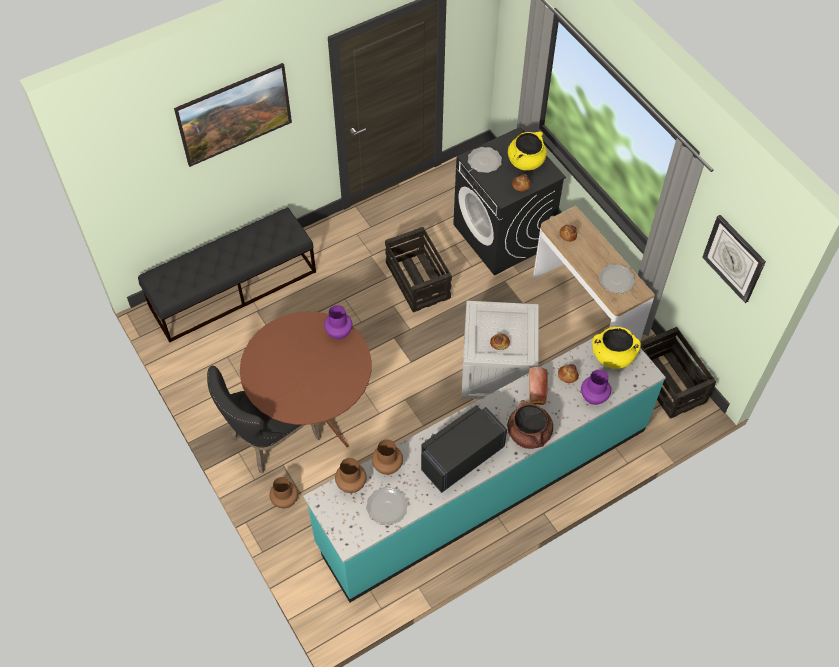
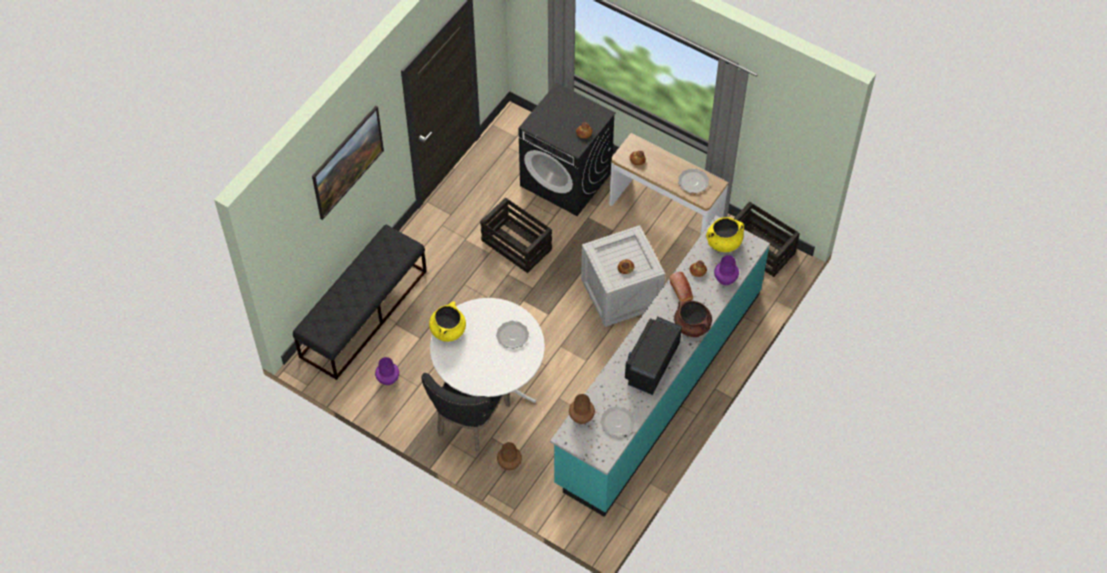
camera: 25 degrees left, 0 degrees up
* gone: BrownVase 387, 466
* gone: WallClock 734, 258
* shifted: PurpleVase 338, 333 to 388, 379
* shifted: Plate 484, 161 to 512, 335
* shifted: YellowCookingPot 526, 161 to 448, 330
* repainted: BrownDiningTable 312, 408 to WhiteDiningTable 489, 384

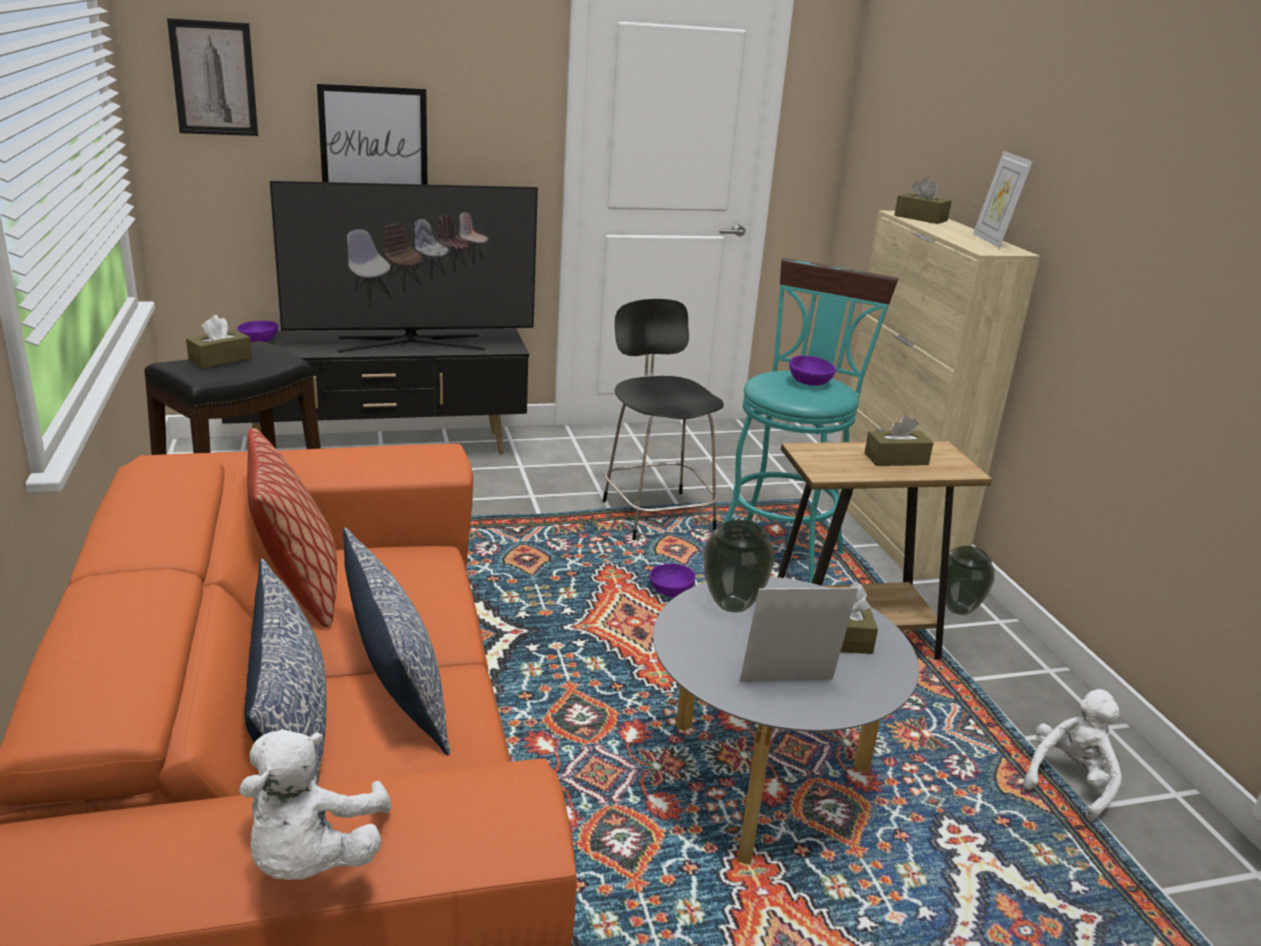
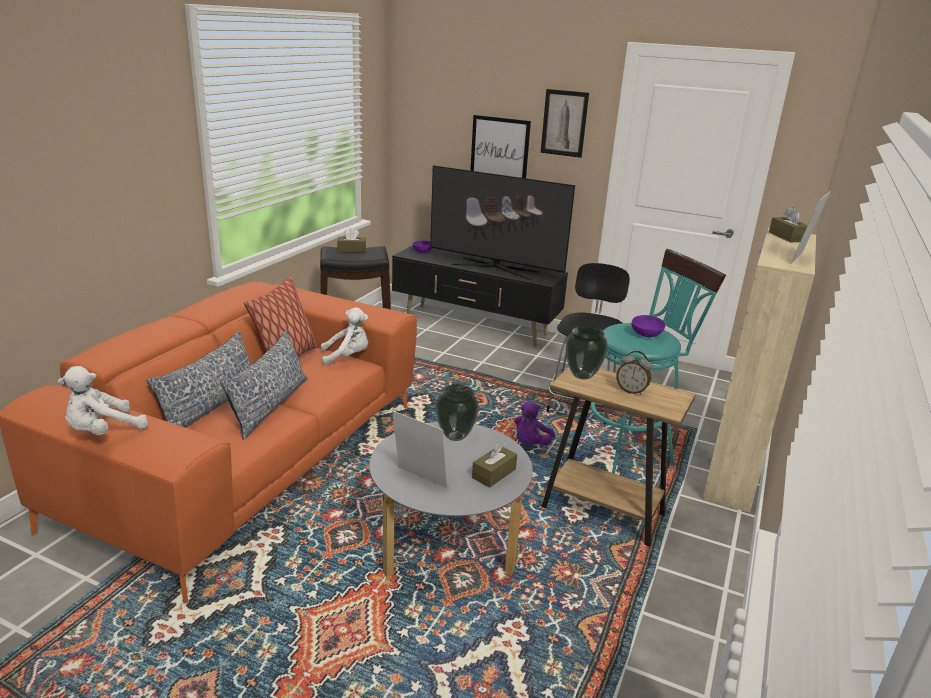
camera: 40 degrees right, 0 degrees up
* shifted: Picture 214, 78 to 564, 123
* shifted: Vase 957, 609 to 582, 375
* shifted: WhitePlushToy 1069, 781 to 347, 357
* swapped: PurpleBowl 670, 591 to PurplePlushToy 530, 444
* swapped: BrownTissueBox 896, 459 to AlarmClock 631, 391

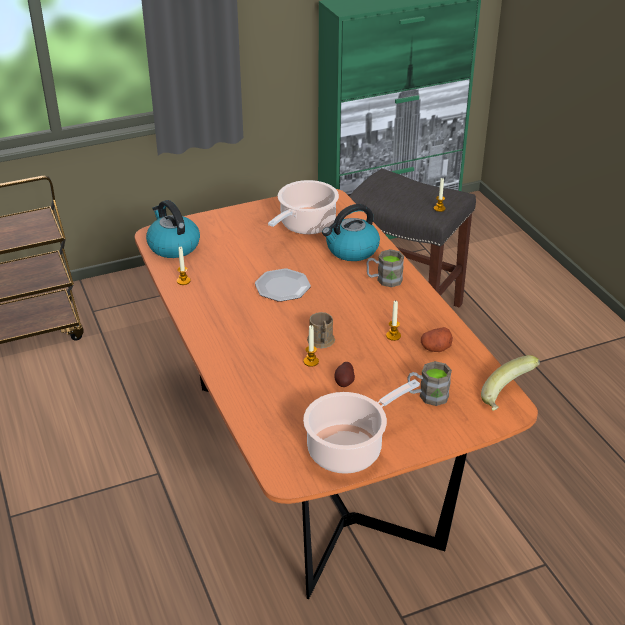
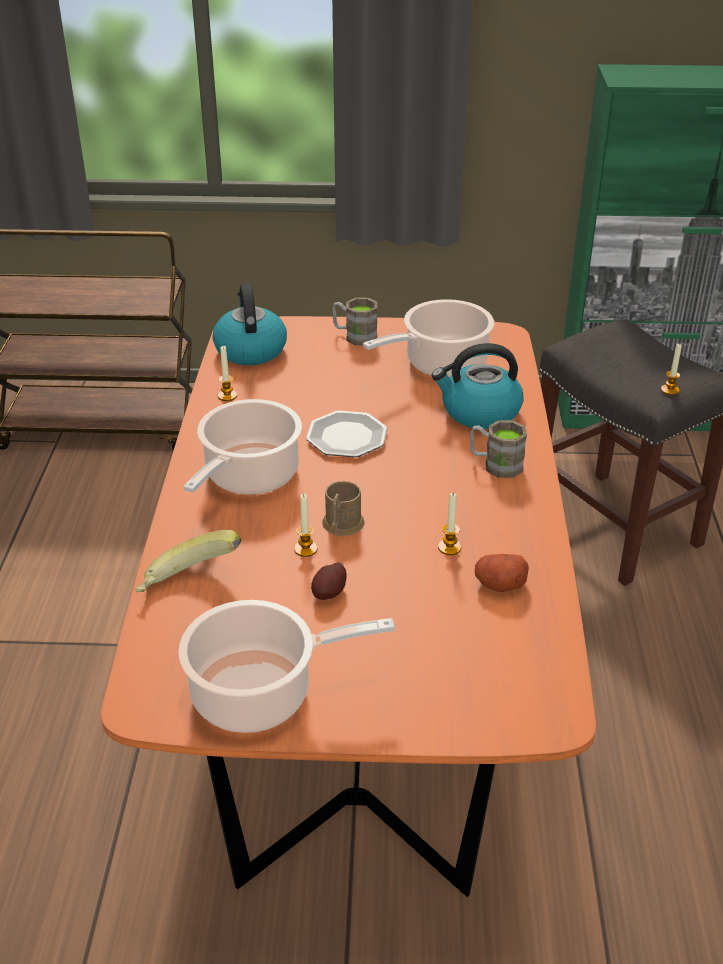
camera: 25 degrees right, 0 degrees up
* new: CookingPot 249, 476
* shifted: BrownMug 427, 396 to 354, 336
* shifted: Banana 508, 398 to 189, 584

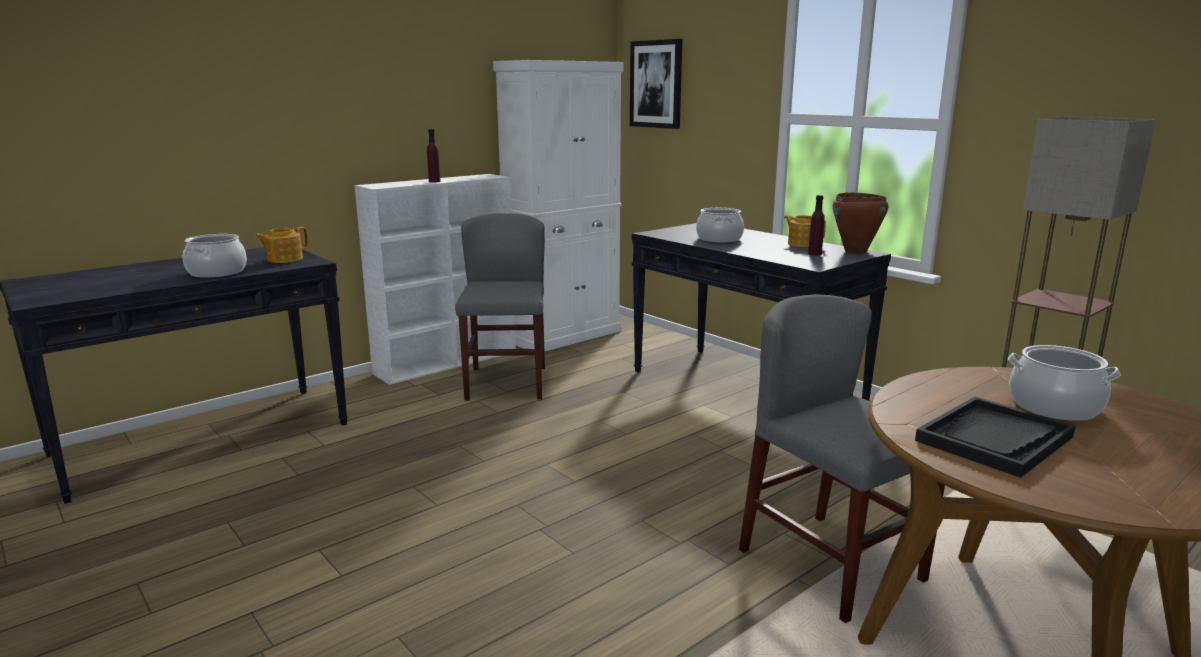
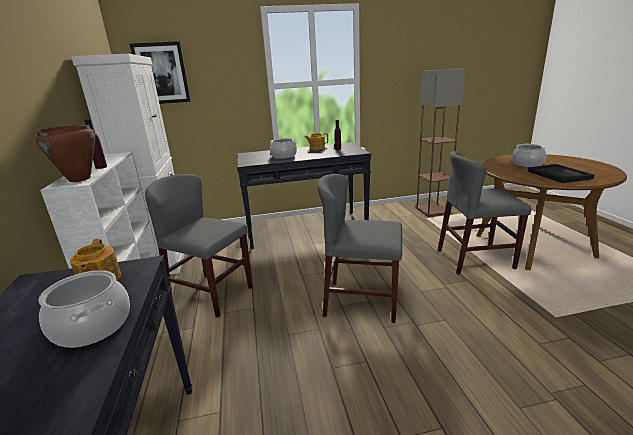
camera: 60 degrees left, 5 degrees up
* new: GreyChair 361, 301
* shifted: BrownCookingPot 855, 251 to 79, 179

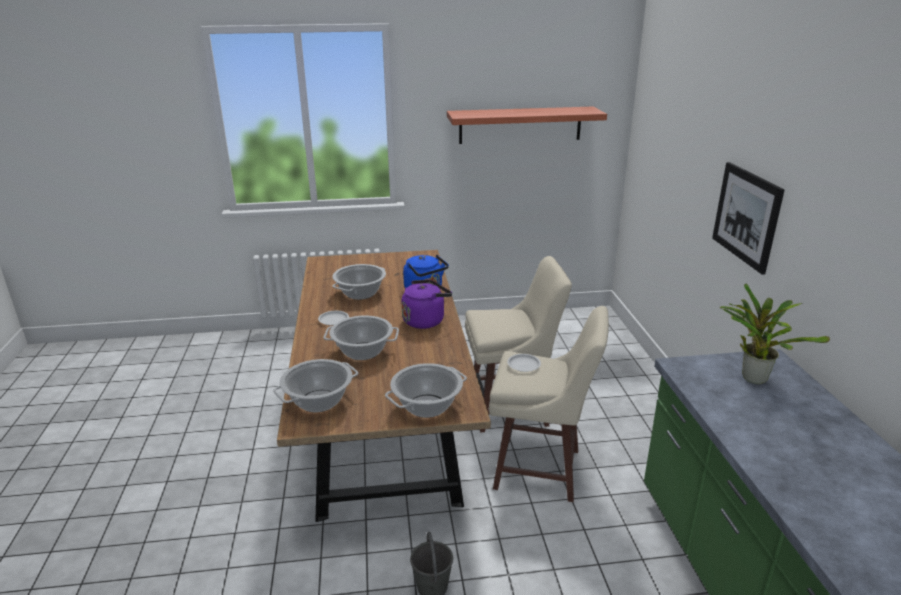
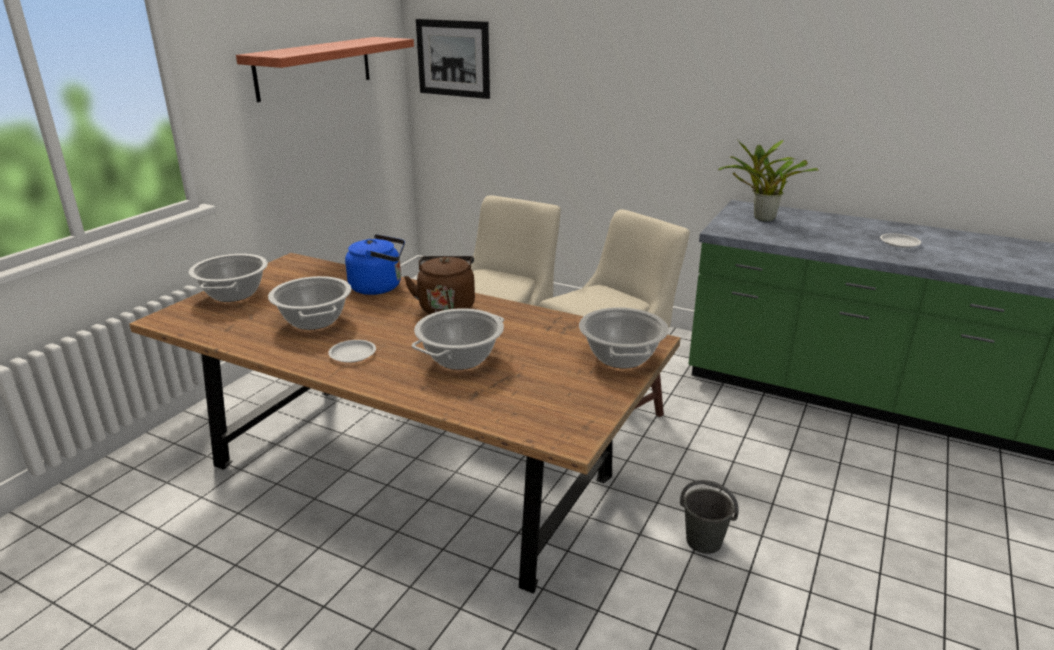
camera: 55 degrees left, 0 degrees up
* shifted: CookingPot 318, 401 to 234, 294
* shifted: WhitePlate 523, 365 to 899, 243
* shifted: Picture 746, 216 to 453, 58
* repainted: PurpleKettle 425, 320 to BrownKettle 446, 307

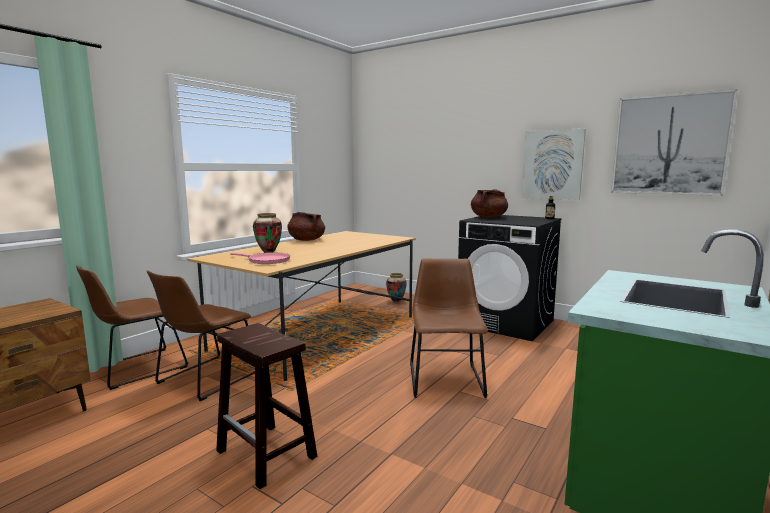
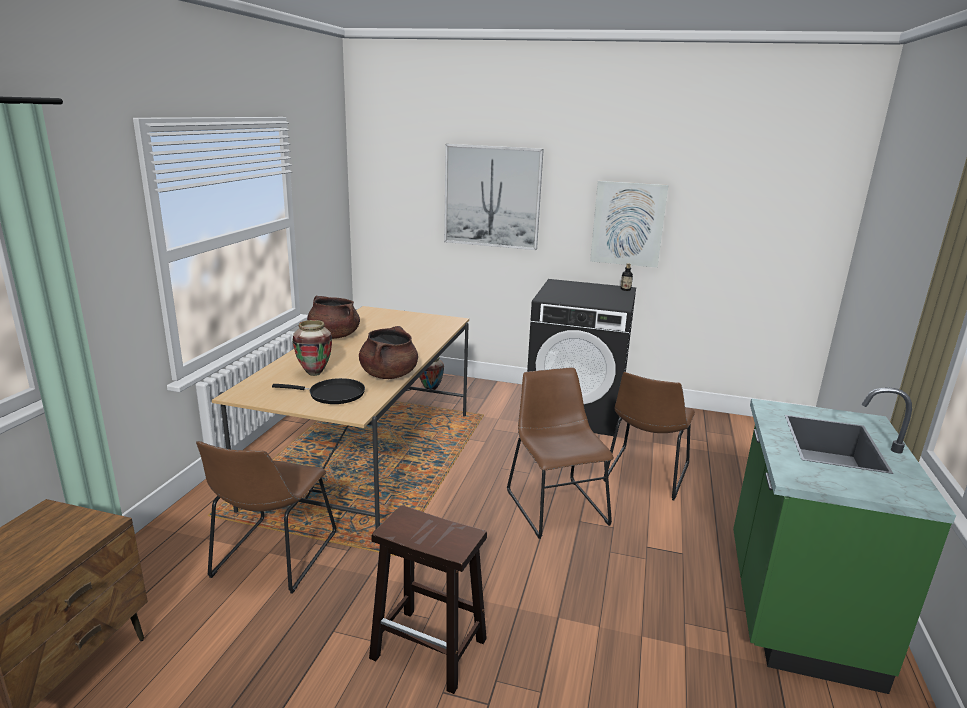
camera: 20 degrees left, 10 degrees up
* shifted: BrownChair 135, 369 to 645, 474
* shifted: BrownCookingPot 488, 217 to 389, 375
* shifted: Picture 669, 145 to 492, 197
* repainted: PinkFryingPan 266, 261 to BlackFryingPan 332, 394

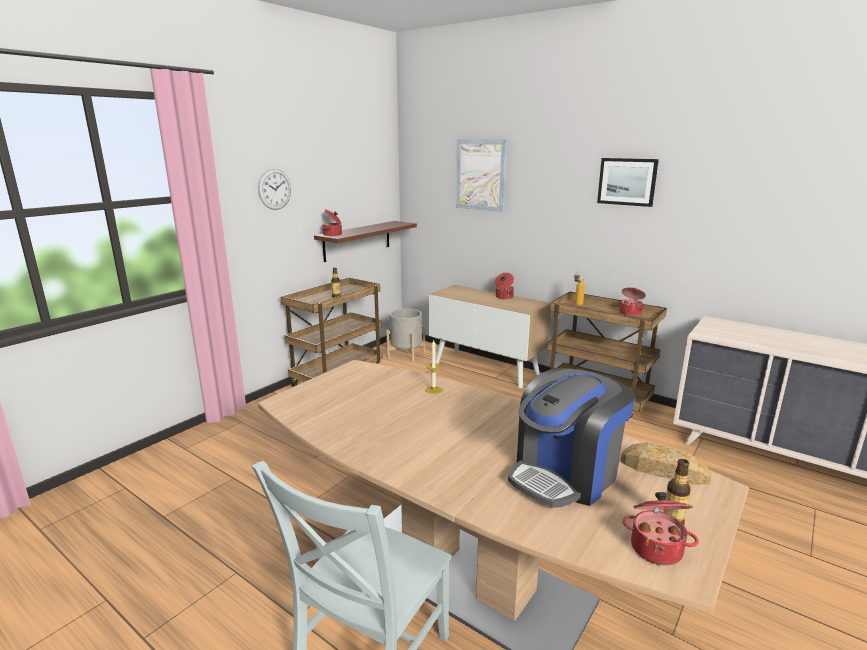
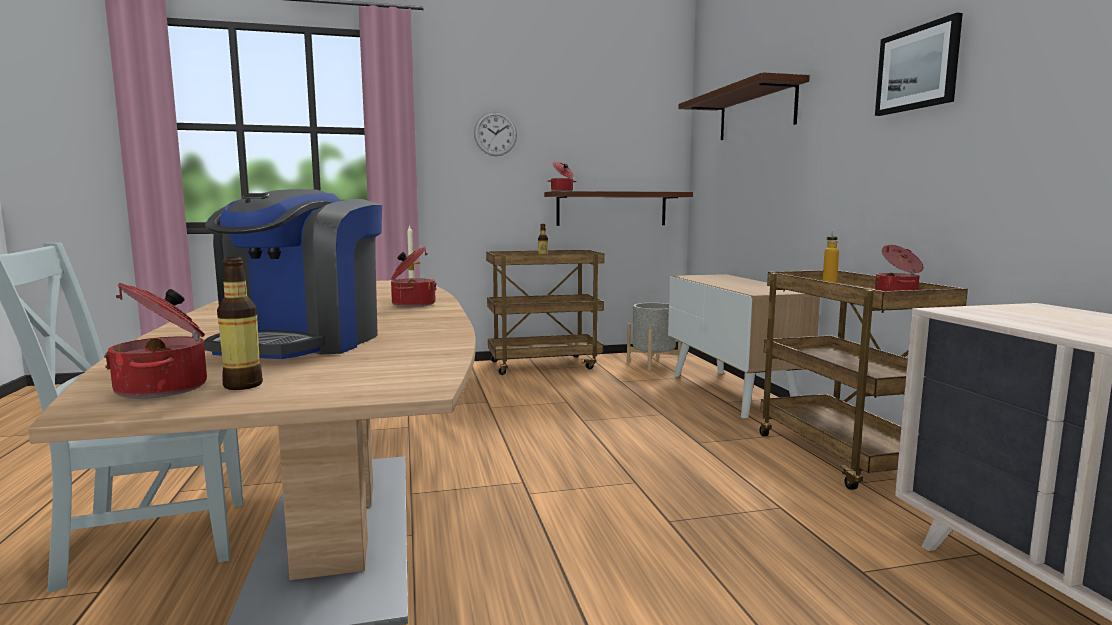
camera: 40 degrees right, 10 degrees down
* gone: Bread 663, 470
* shifted: CookingPot 503, 297 to 412, 304
* swapped: Picture 481, 175 to Shelf 756, 112
* rotated: CoffeeMachine 565, 475 = 303, 342 75 degrees counterclockwise

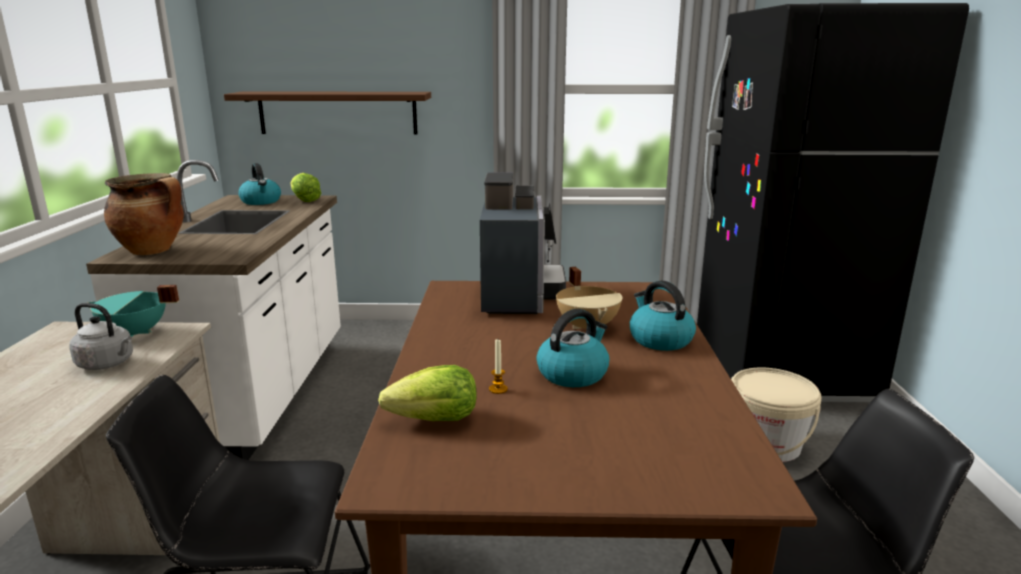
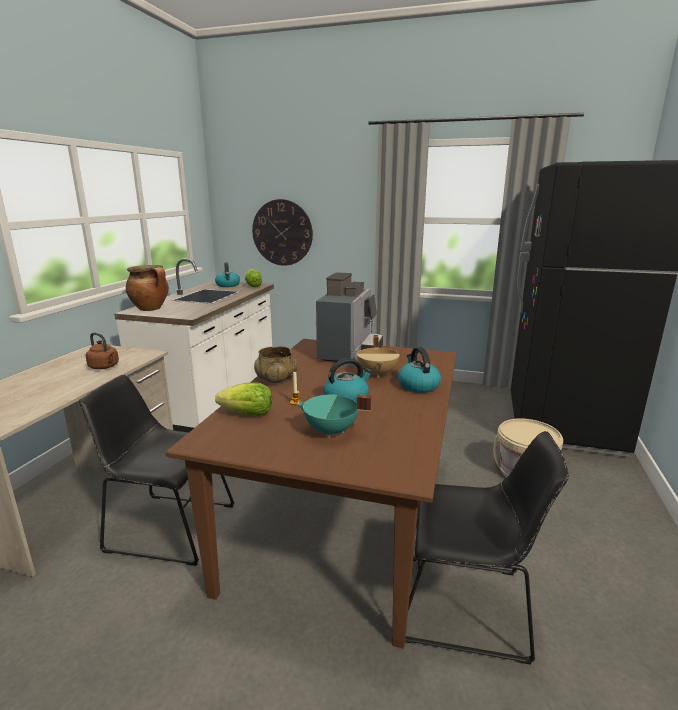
camera: 15 degrees right, 0 degrees up
* new: BeigeBowl 276, 379
* shifted: TurquoiseCookingPot 135, 333 to 331, 432
* swapped: BrownShelf 338, 113 to WallClock 282, 233
* repainted: GreyKettle 108, 364 to BrownKettle 105, 367

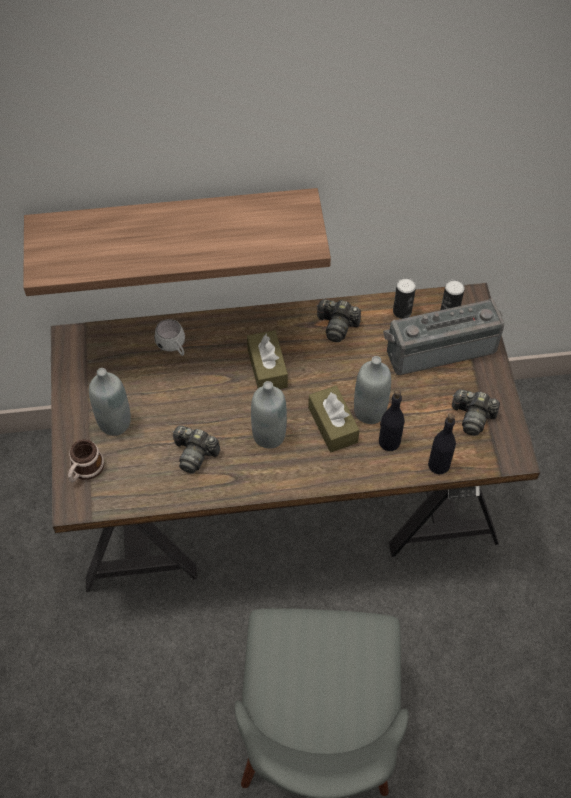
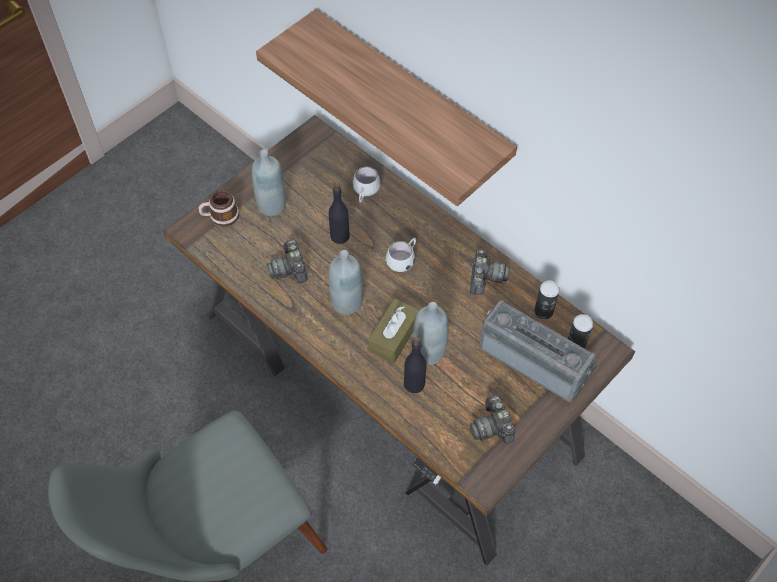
camera: 50 degrees right, 0 degrees up
* shifted: BlackBottle 438, 464 to 340, 236
* swapped: BrownTissueBox 267, 368 to WhiteMug 403, 261
* rotated: PhotoCamera 337, 326 = 485, 278 150 degrees counterclockwise

